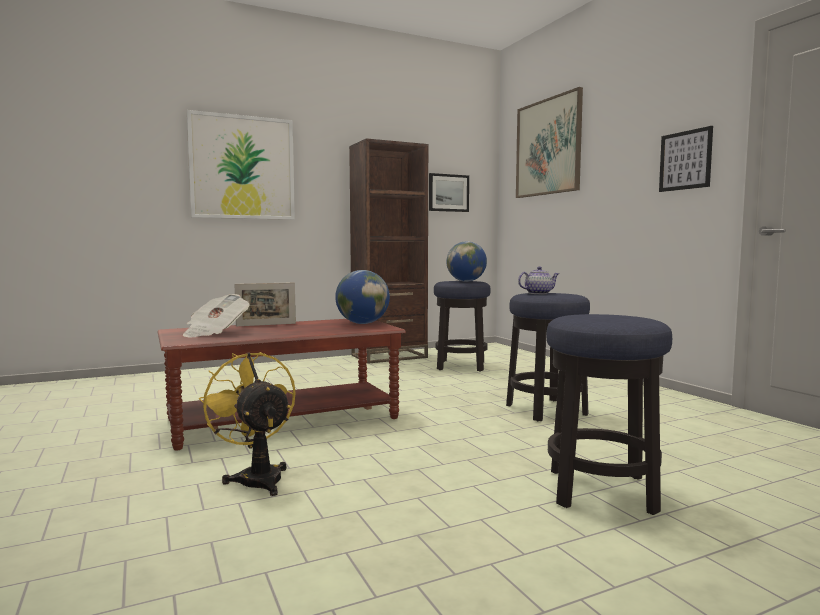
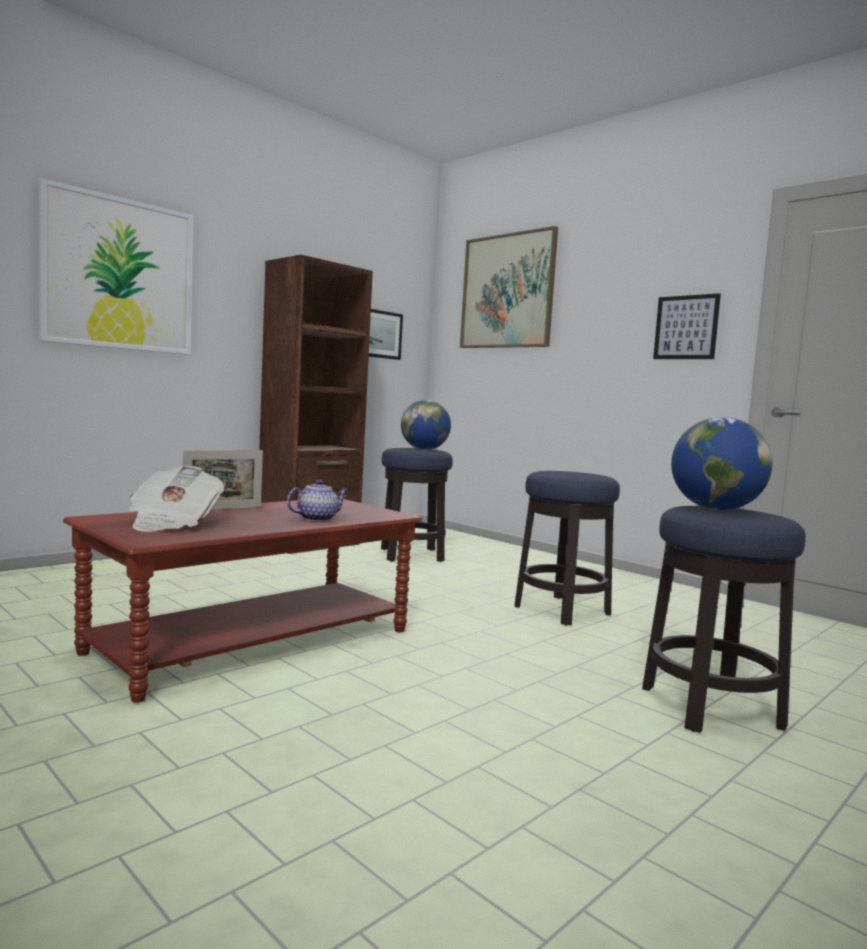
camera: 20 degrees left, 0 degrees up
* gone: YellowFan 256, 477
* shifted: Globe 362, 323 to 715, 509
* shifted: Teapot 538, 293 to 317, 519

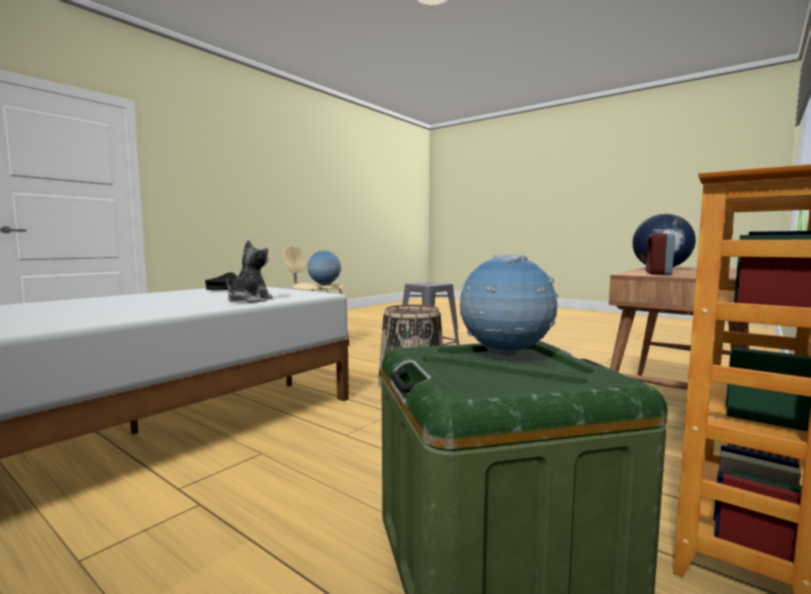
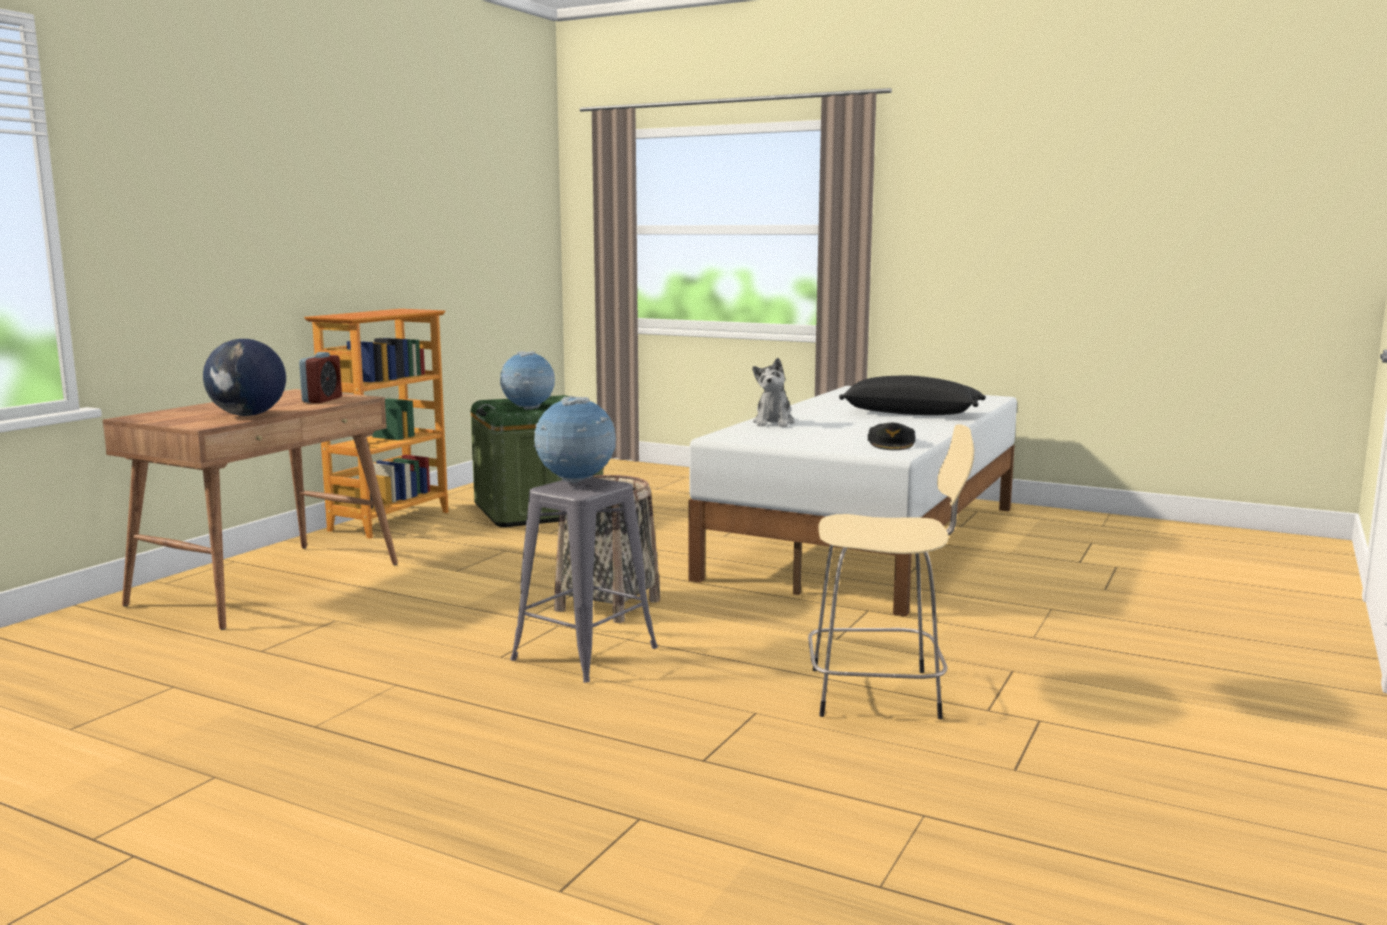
camera: 170 degrees right, 5 degrees up
* new: BlackPillow 912, 413
* shifted: Globe 324, 285 to 576, 482

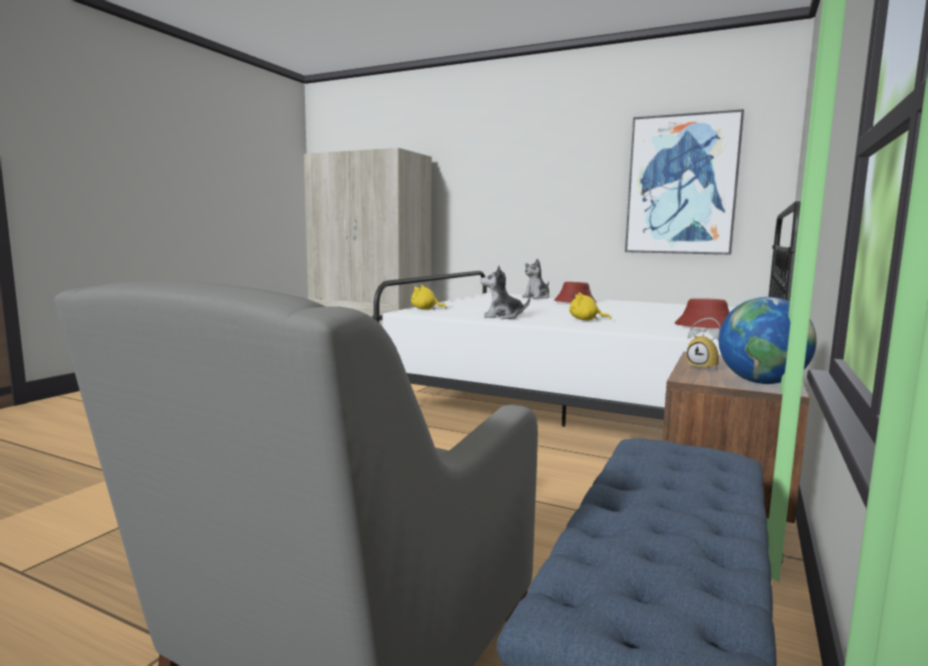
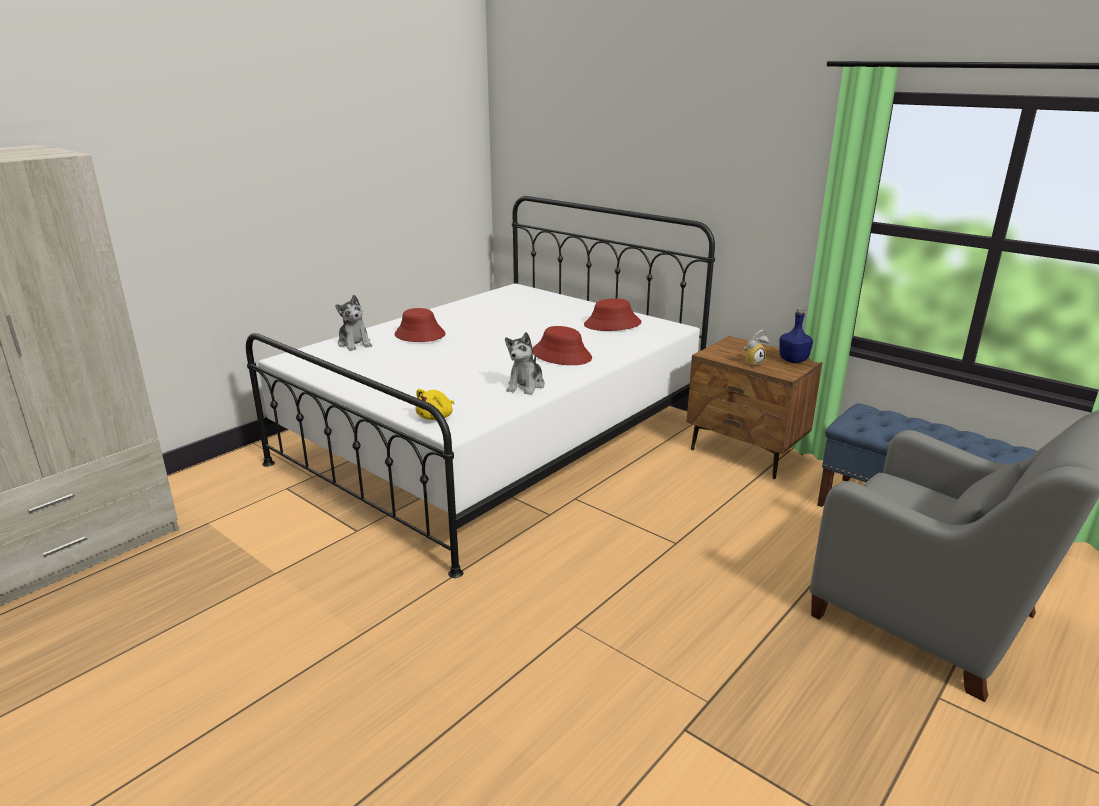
camera: 75 degrees left, 15 degrees up
* gone: Picture 681, 185
* swapped: YellowPlushToy 585, 320 to RedHat 561, 355
* swapped: Globe 761, 382 to BlueBottle 793, 360

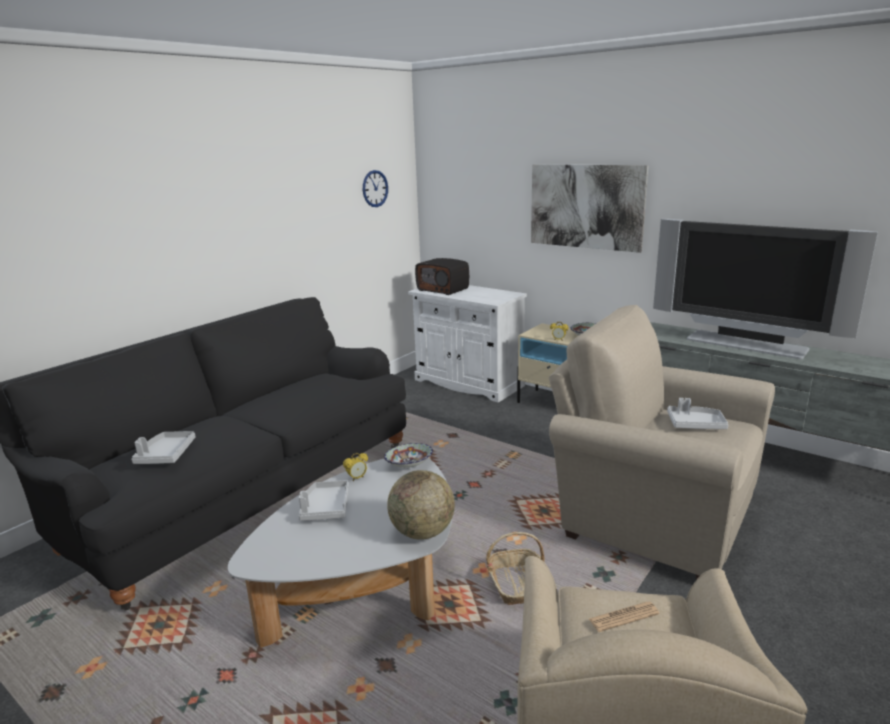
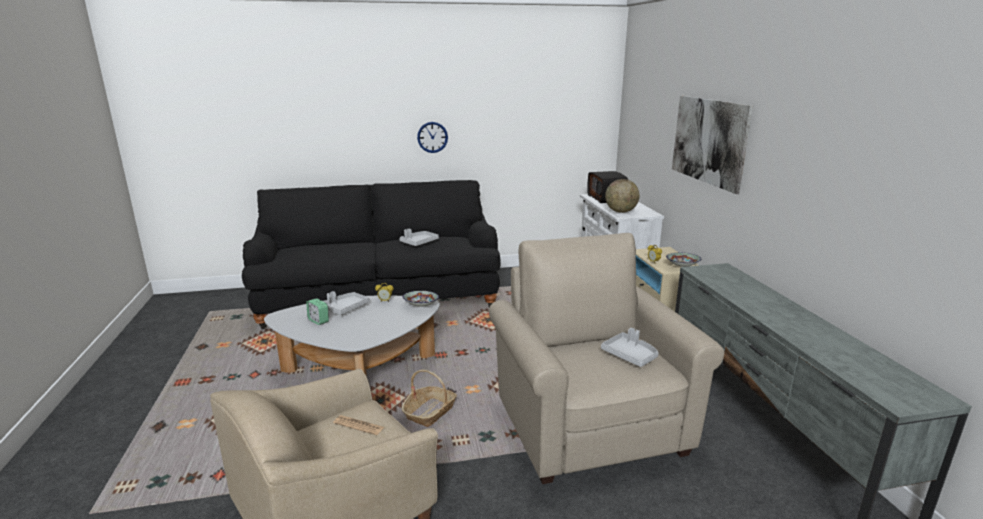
camera: 40 degrees right, 0 degrees up
* gone: Television 745, 345
* new: AlarmClock 318, 321
* shifted: GreyTray 166, 455 to 419, 242
* shifted: WallClock 375, 188 to 432, 137
* shifted: Globe 422, 532 to 621, 211

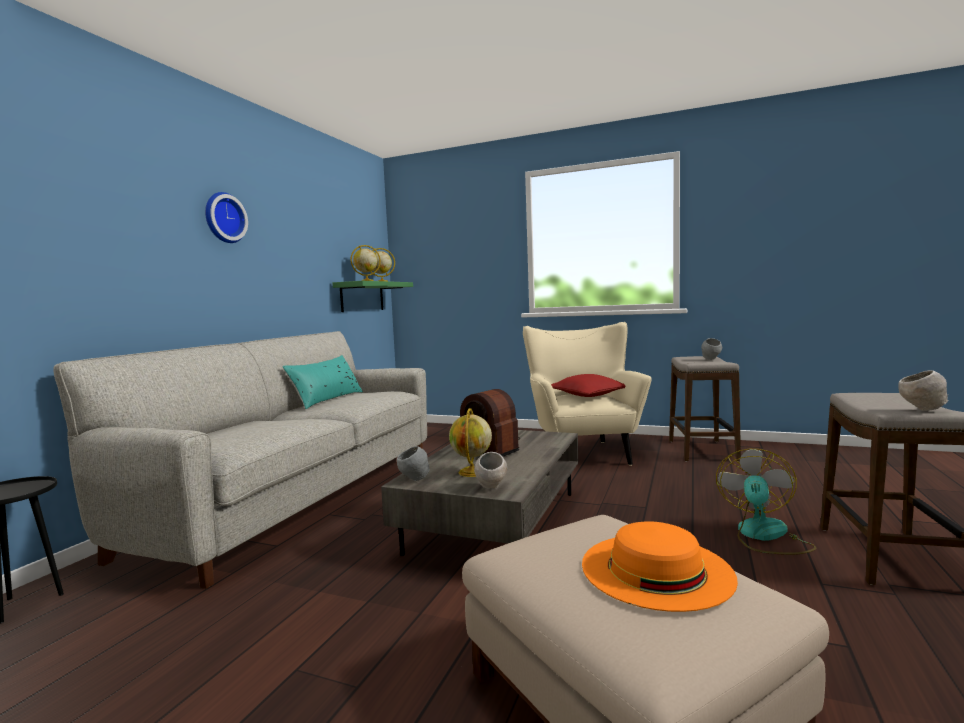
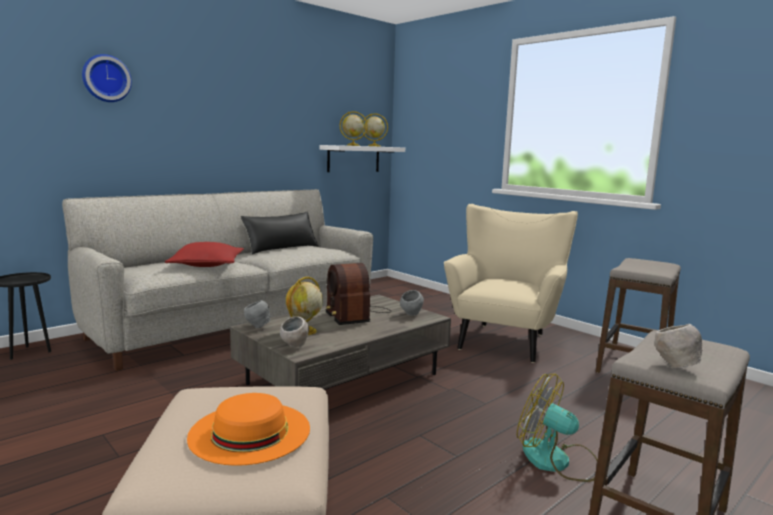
camera: 25 degrees right, 5 degrees up
* shifted: WallClock 223, 218 to 106, 78
* shifted: RedPillow 588, 395 to 207, 265
* shifted: GreyBowl 711, 359 to 411, 315
* repainted: TurquoisePillow 327, 399 to BlackPillow 281, 248
* repainted: GreenShelf 362, 297 to WhiteShelf 353, 158
* rotated: Fan 764, 536 = 557, 461 105 degrees counterclockwise

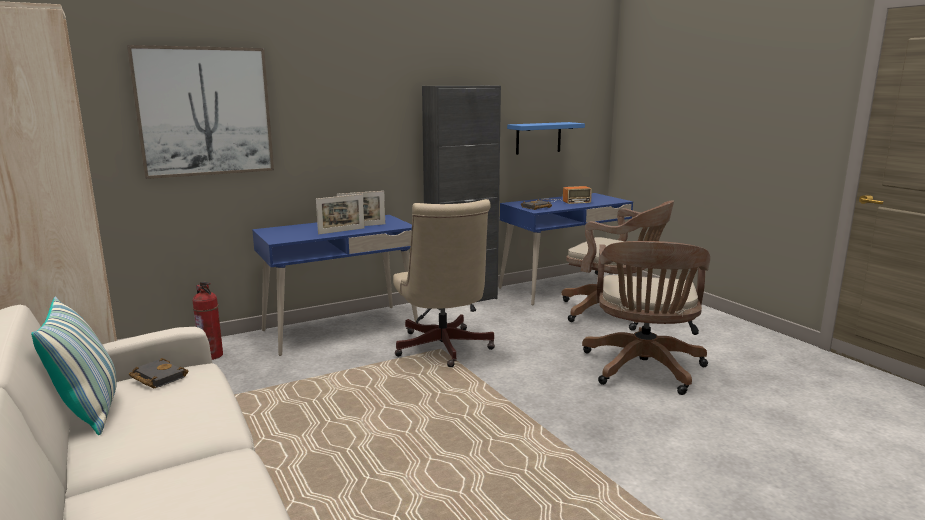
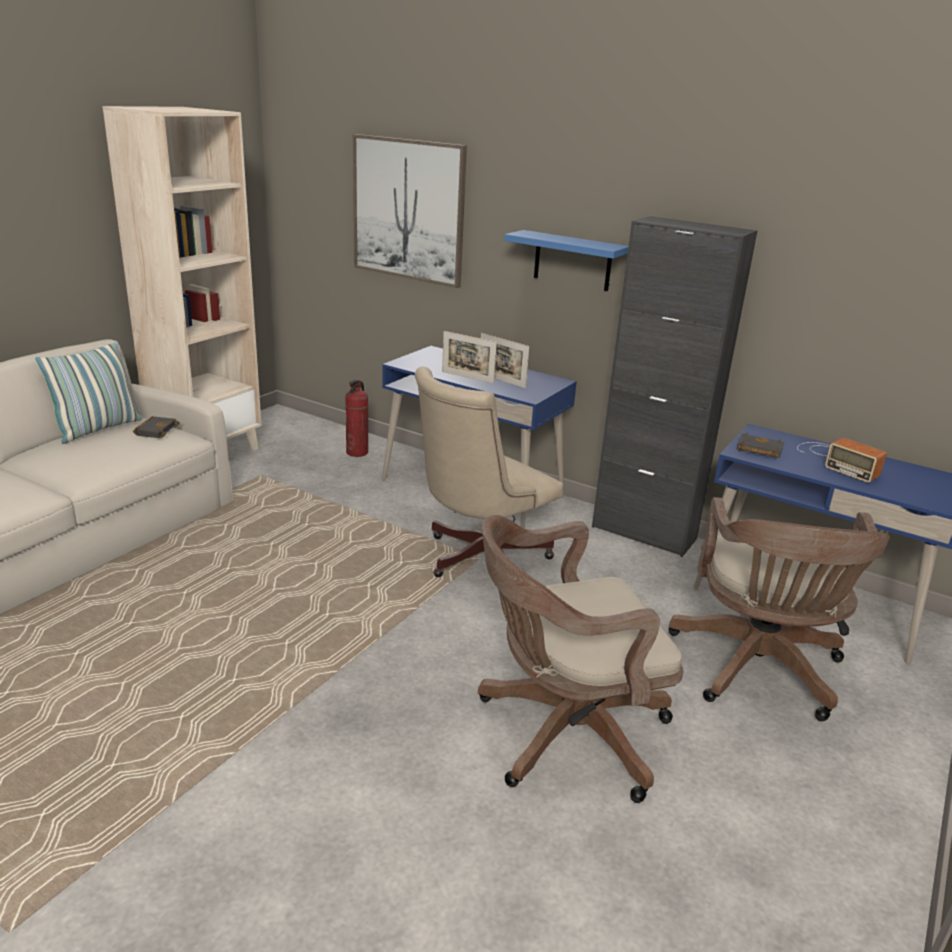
camera: 60 degrees right, 10 degrees up
* shifted: BlueShelf 538, 138 to 572, 261

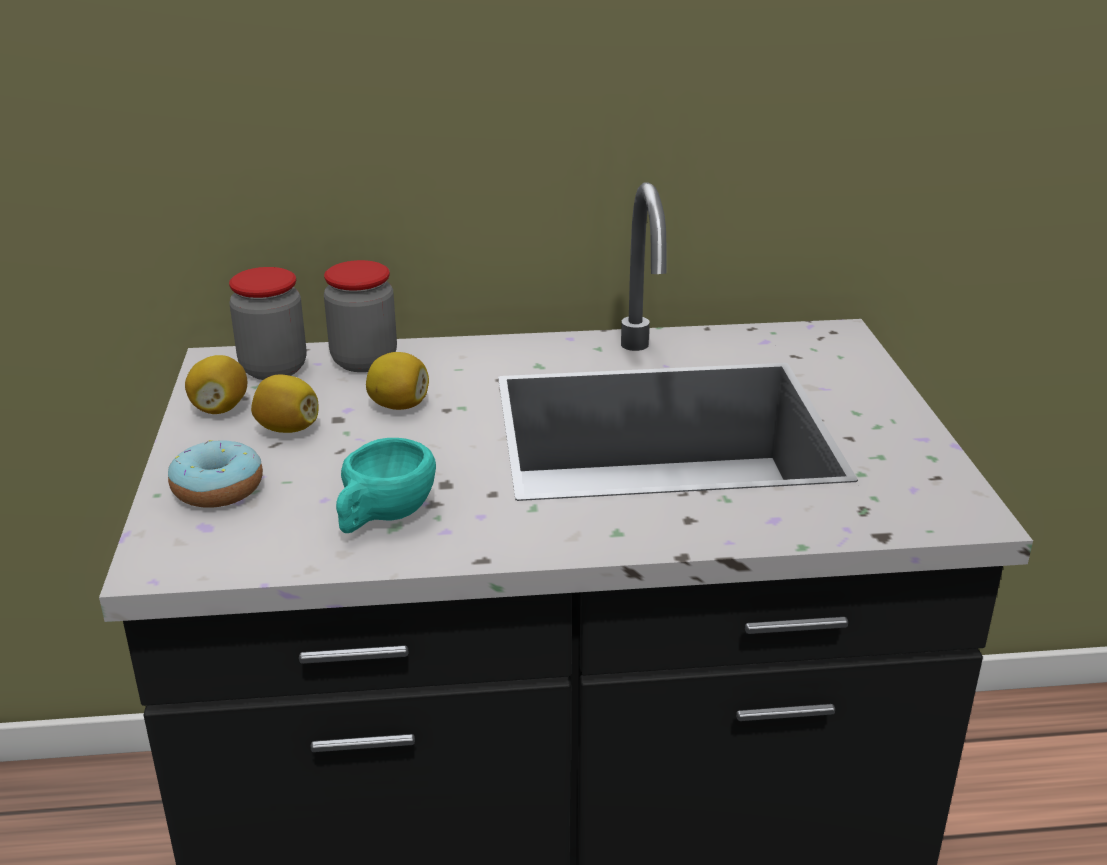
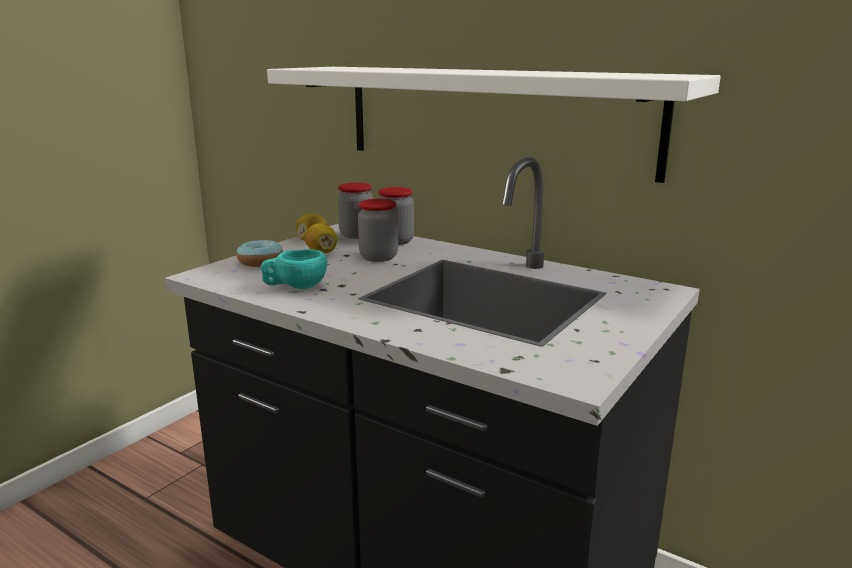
camera: 40 degrees right, 10 degrees down
* new: WhiteShelf 492, 118
* swapped: Lemon 399, 405 to Jar 378, 257

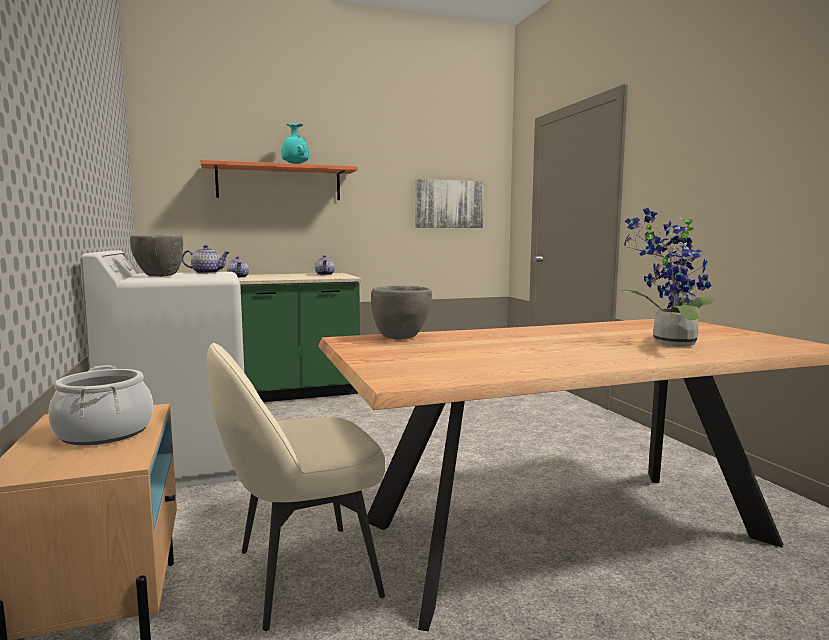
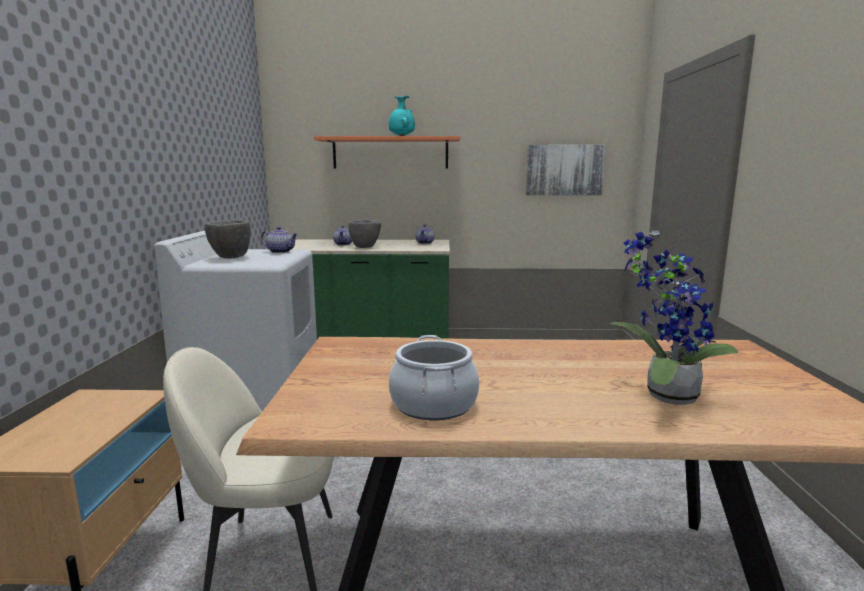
camera: 20 degrees right, 5 degrees up
* shifted: CookingPot 104, 433 to 433, 405
* shifted: GreyBowl 401, 338 to 365, 247

